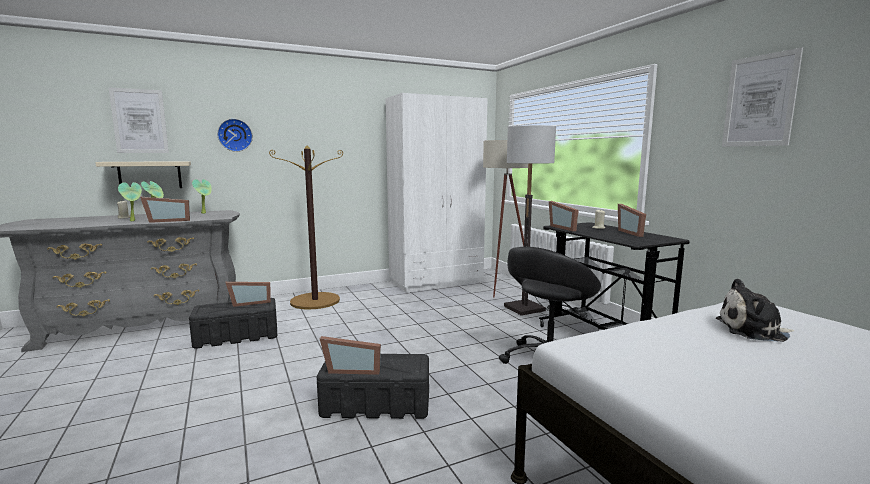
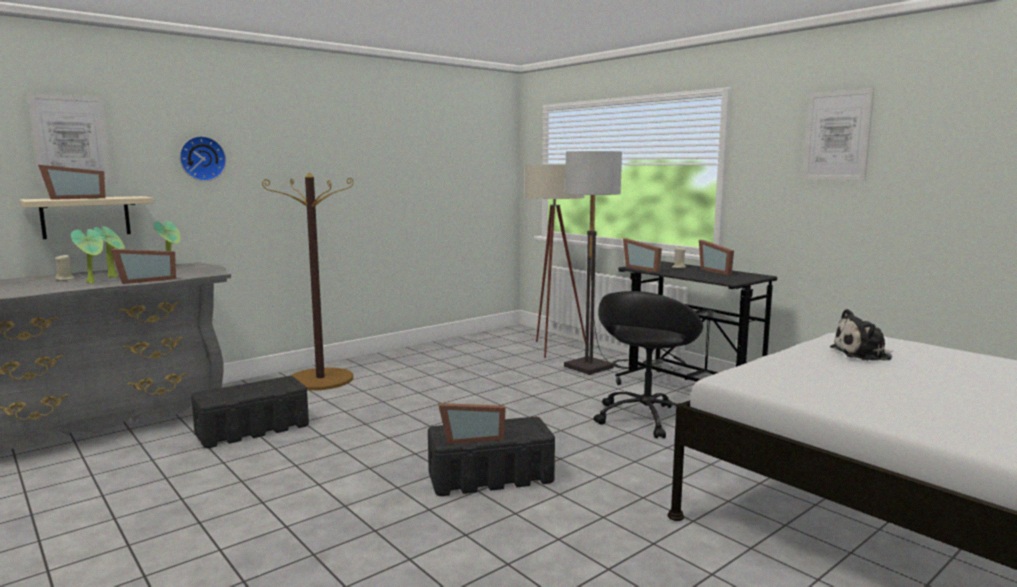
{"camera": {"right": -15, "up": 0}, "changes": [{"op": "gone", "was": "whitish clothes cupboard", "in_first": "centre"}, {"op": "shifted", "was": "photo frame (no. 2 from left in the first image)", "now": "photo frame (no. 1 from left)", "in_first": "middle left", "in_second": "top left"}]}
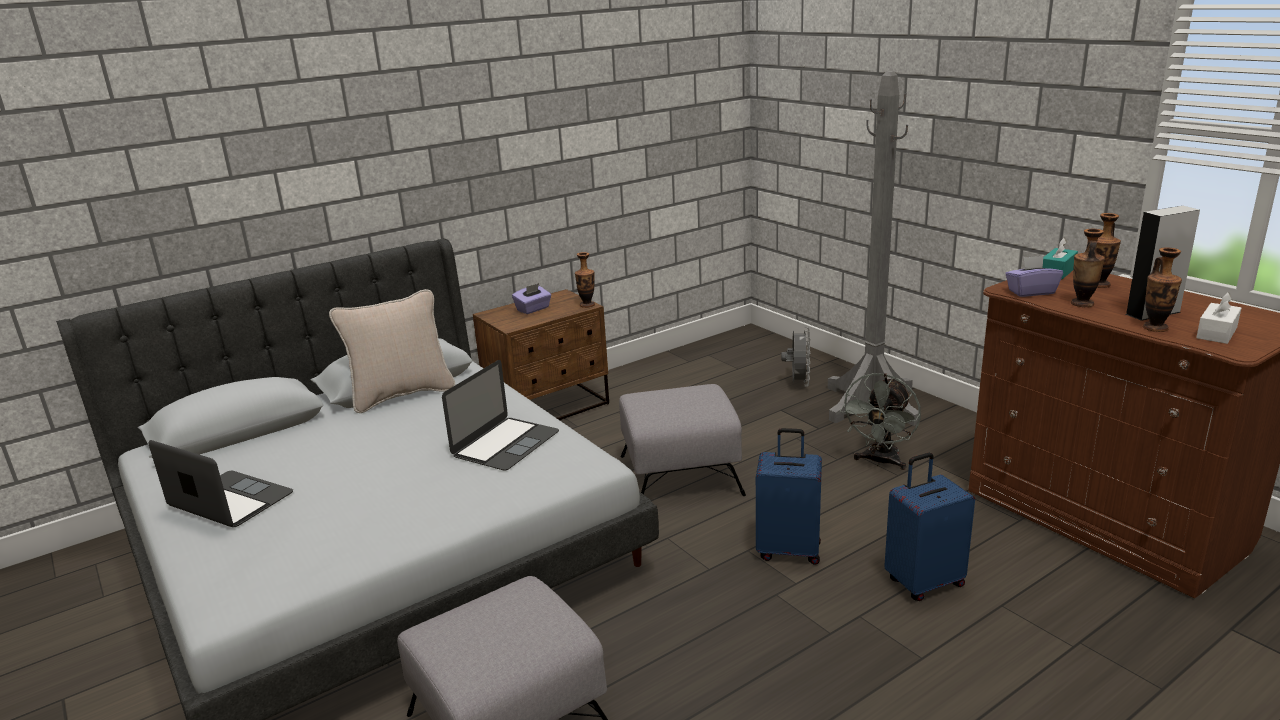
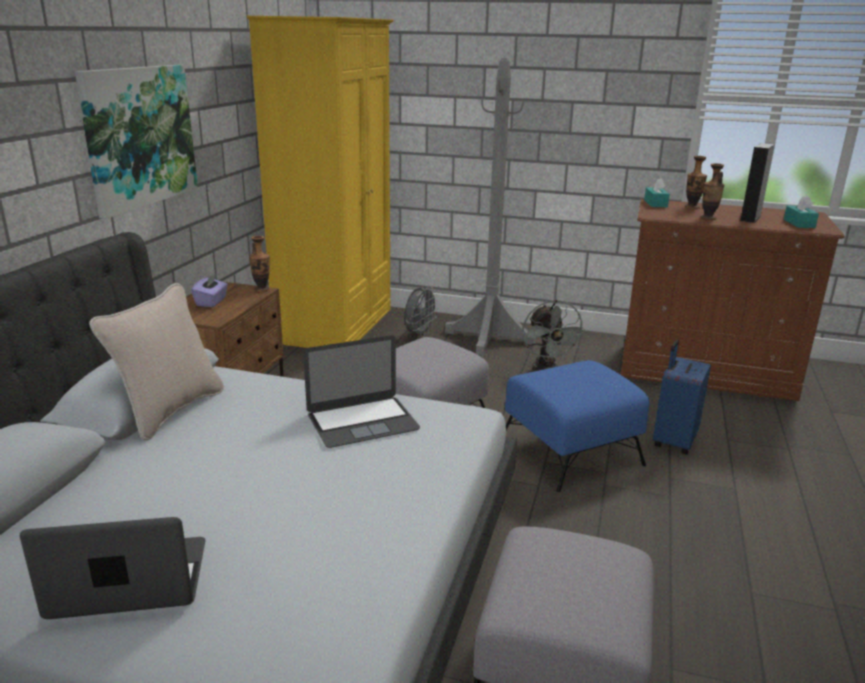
{"camera": {"right": -40, "up": 0}, "changes": [{"op": "gone", "was": "purple-coloured tissue box (no. 2 from left)", "in_first": "middle right"}, {"op": "gone", "was": "decorative vase (no. 4 from left)", "in_first": "middle right"}, {"op": "new", "now": "wall picture", "in_second": "top left"}, {"op": "new", "now": "yellow clothes cupboard", "in_second": "top centre"}, {"op": "swapped", "was": "blue suitcase (no. 1 from left)", "now": "blue ottoman", "in_first": "bottom centre", "in_second": "middle right"}, {"op": "repainted", "was": "whitish tissue box", "now": "turquoise tissue box (no. 2 from left)", "in_first": "middle right", "in_second": "top right"}, {"op": "rotated", "was": "notebook computer (no. 2 from left)", "in_first": "centre", "in_second": "centre", "clockwise": 75}, {"op": "rotated", "was": "gray fan (no. 1 from left)", "in_first": "centre", "in_second": "centre", "clockwise": 60}]}
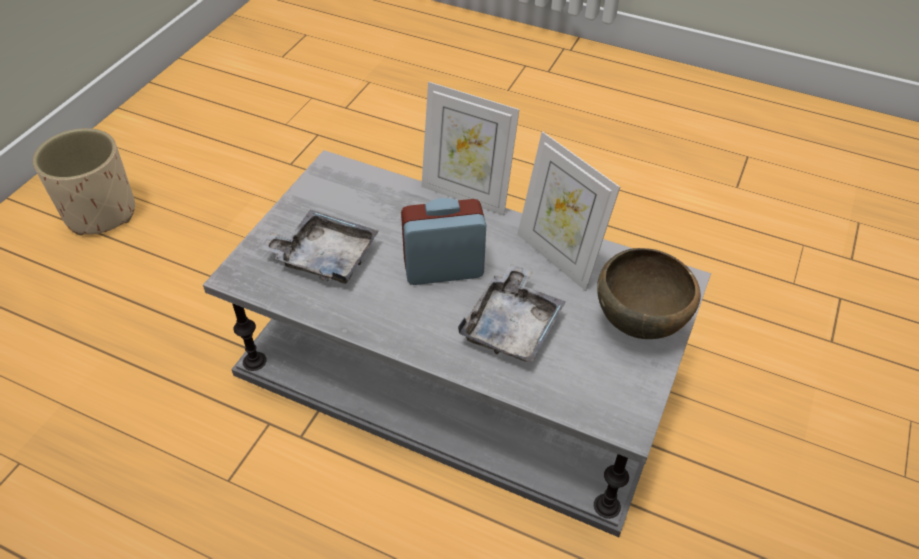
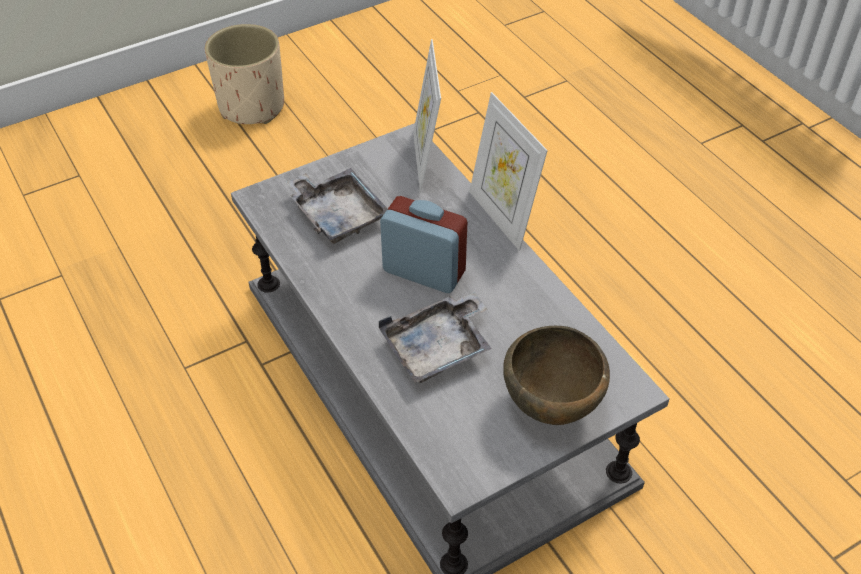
{"camera": {"right": 35, "up": 0}, "changes": [{"op": "shifted", "was": "photo frame (no. 2 from left in the first image)", "now": "photo frame (no. 1 from left)", "in_first": "centre", "in_second": "top centre"}]}
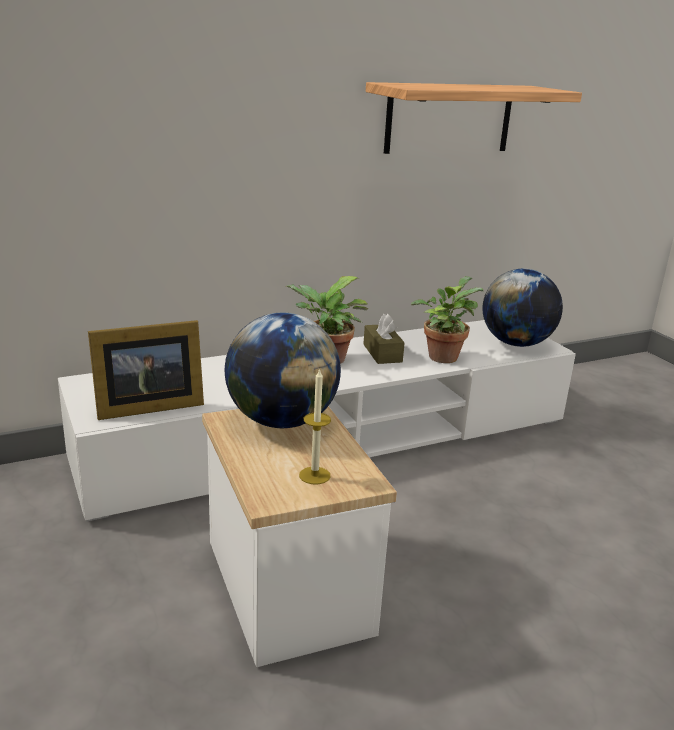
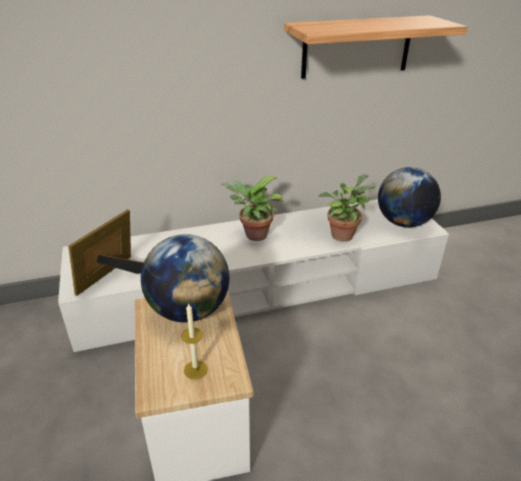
{"camera": {"right": 10, "up": 10}, "changes": [{"op": "gone", "was": "brownish tissue box", "in_first": "centre"}, {"op": "rotated", "was": "photo frame", "in_first": "middle left", "in_second": "middle left", "clockwise": 135}]}
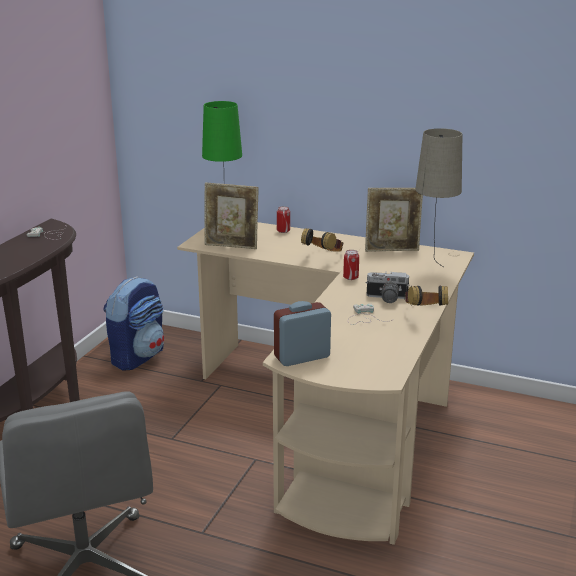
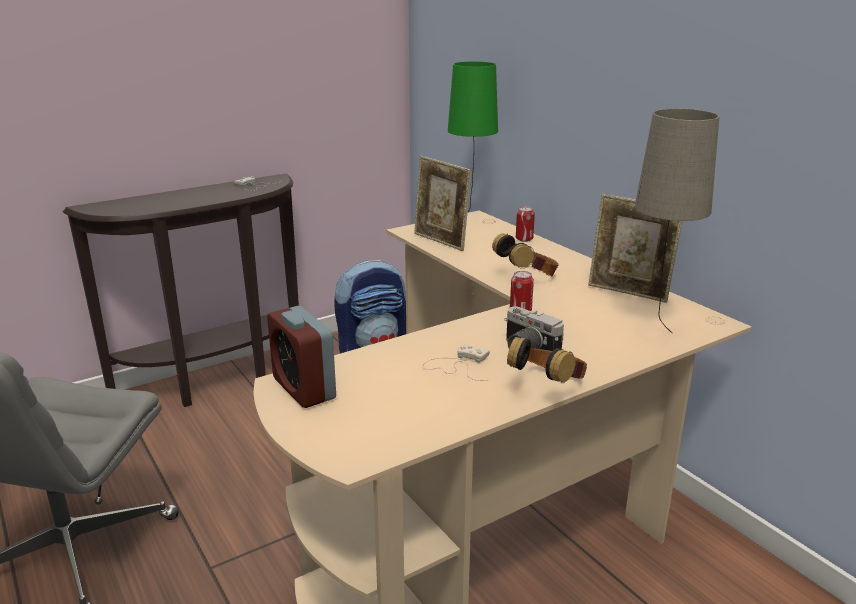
{"camera": {"right": 35, "up": 0}, "changes": [{"op": "rotated", "was": "bedside clock", "in_first": "centre", "in_second": "centre", "clockwise": -135}]}
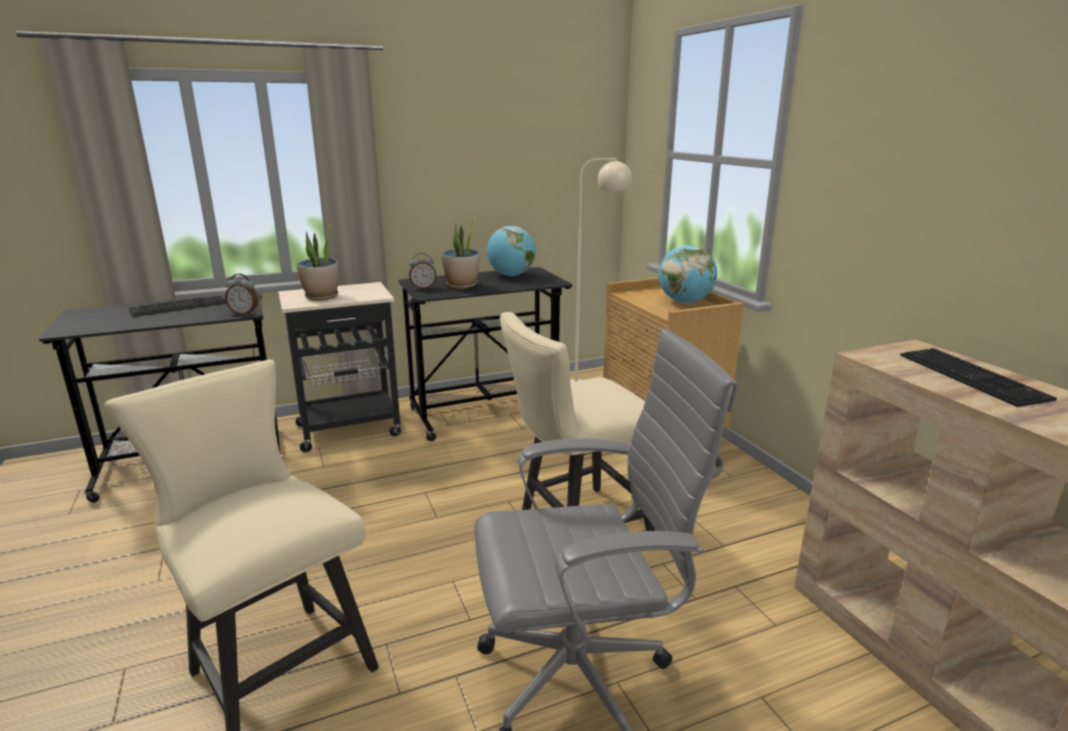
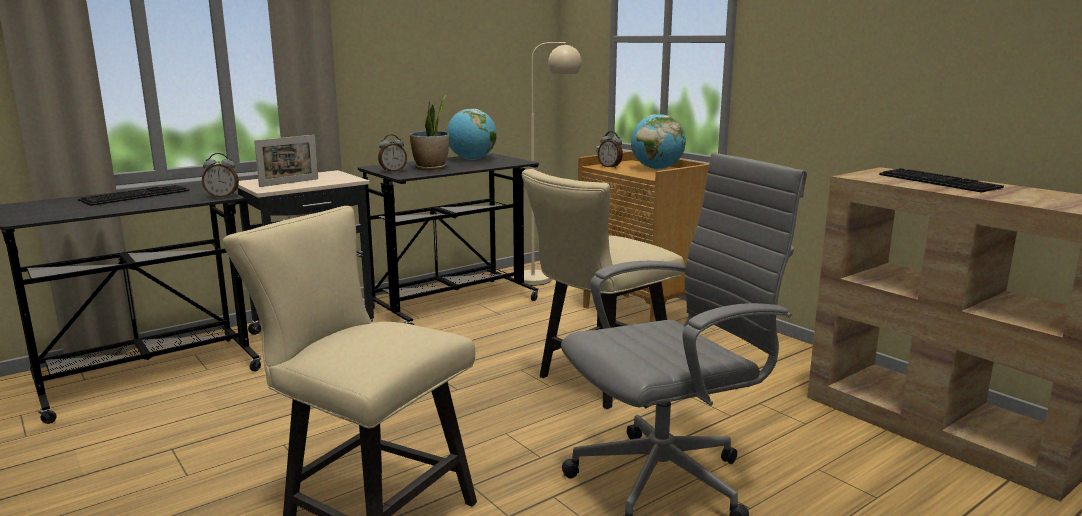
{"camera": {"right": -15, "up": -5}, "changes": [{"op": "new", "now": "bedside clock (no. 3 from left)", "in_second": "top centre"}, {"op": "swapped", "was": "plant in a pot (no. 1 from left)", "now": "photo frame", "in_first": "middle left", "in_second": "top left"}]}
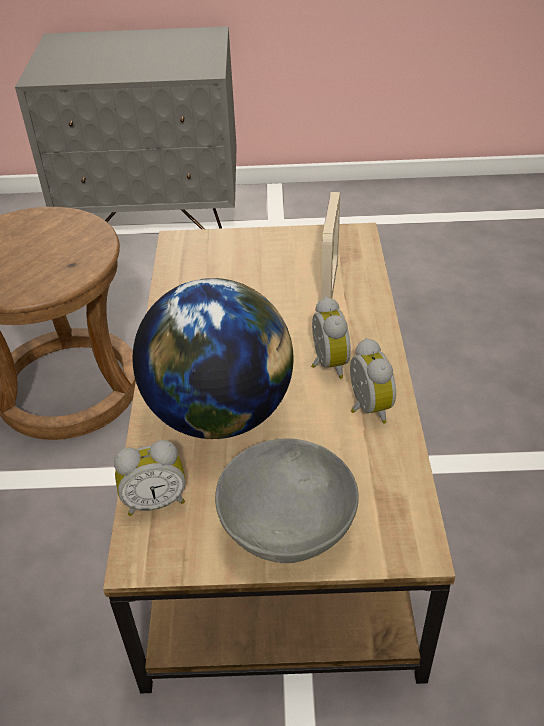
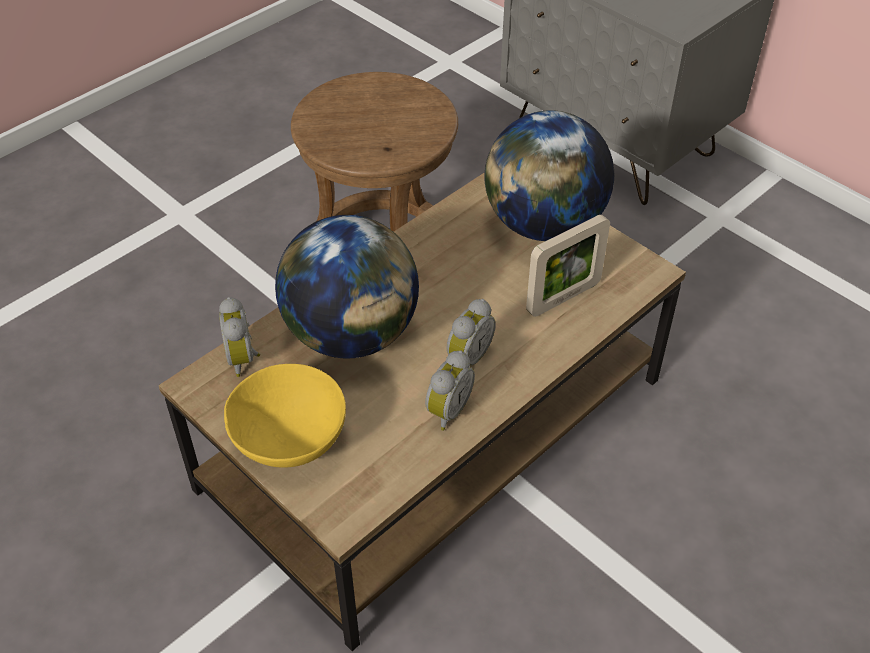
{"camera": {"right": 45, "up": 5}, "changes": [{"op": "new", "now": "desk globe (no. 2 from left)", "in_second": "top centre"}, {"op": "repainted", "was": "gray serving bowl", "now": "yellow serving bowl", "in_first": "bottom centre", "in_second": "middle left"}, {"op": "rotated", "was": "bedside clock (no. 1 from left)", "in_first": "middle left", "in_second": "middle left", "clockwise": 45}]}
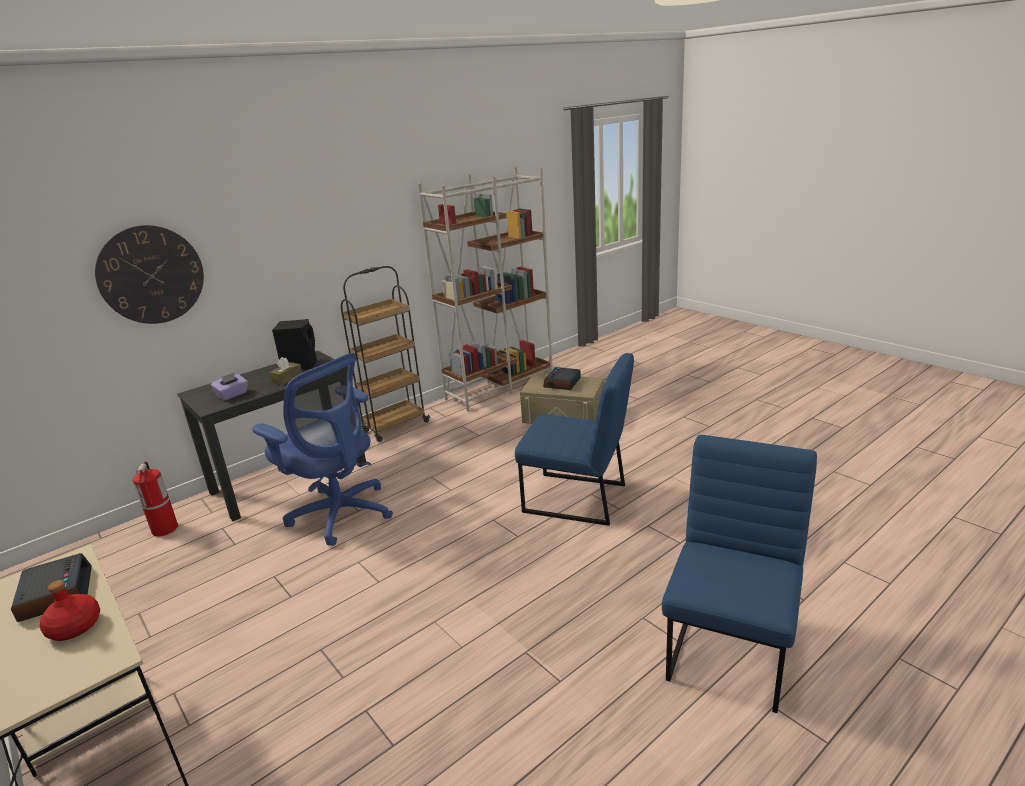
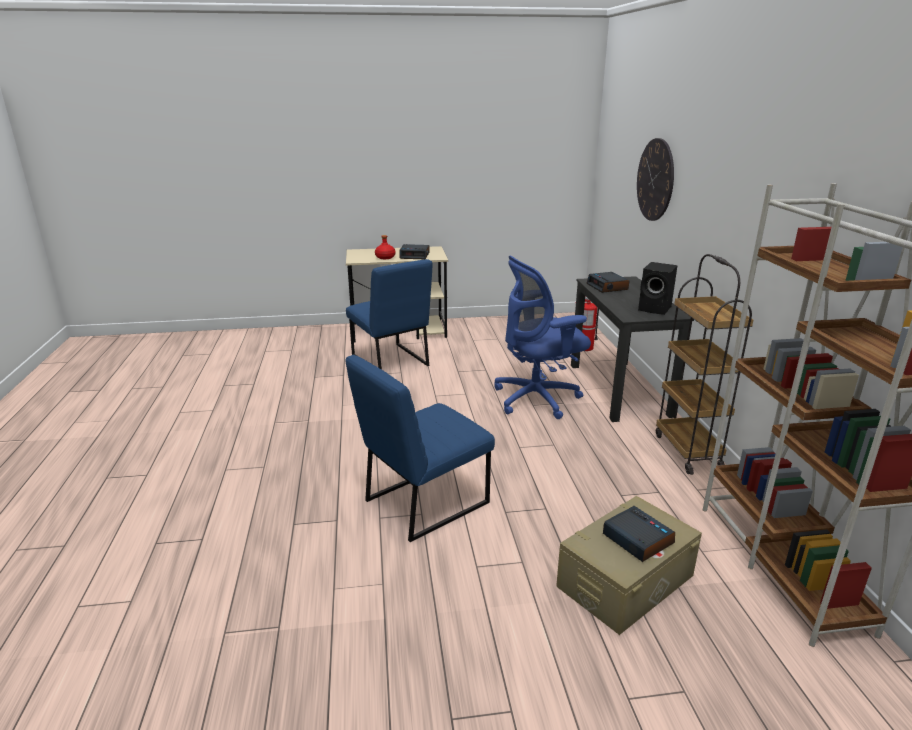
{"camera": {"right": 120, "up": 0}, "changes": [{"op": "gone", "was": "brownish tissue box", "in_first": "middle left"}, {"op": "shifted", "was": "blue upright chair (no. 2 from left in the first image)", "now": "blue upright chair (no. 1 from left)", "in_first": "bottom right", "in_second": "centre"}, {"op": "swapped", "was": "purple-coloured tissue box", "now": "bedside clock (no. 2 from left)", "in_first": "middle left", "in_second": "middle right"}]}
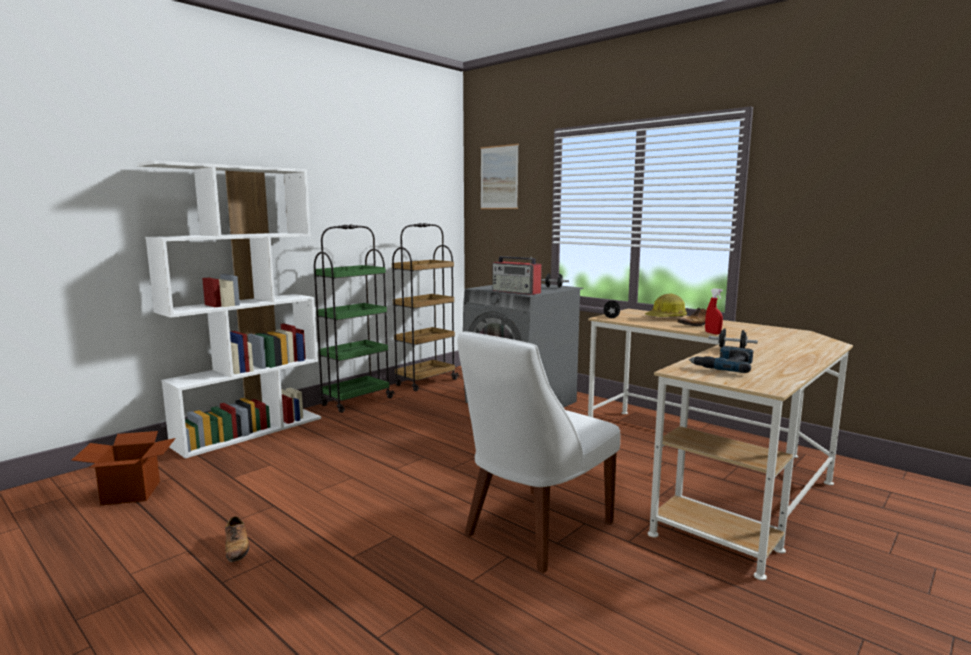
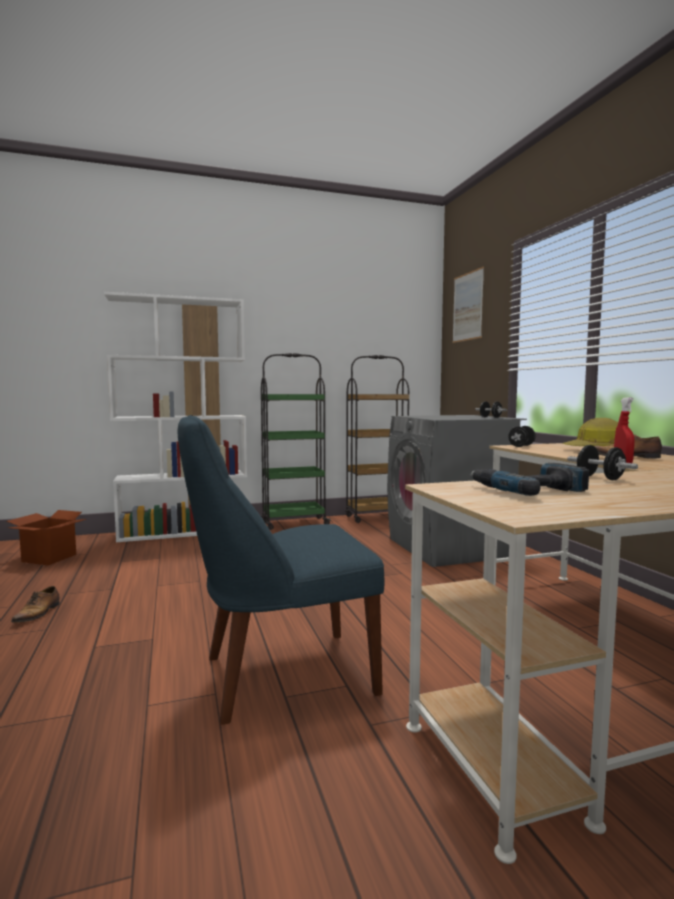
{"camera": {"right": 30, "up": -5}, "changes": [{"op": "gone", "was": "radio", "in_first": "centre"}, {"op": "repainted", "was": "whitish upright chair", "now": "blue upright chair", "in_first": "bottom centre", "in_second": "centre"}]}
